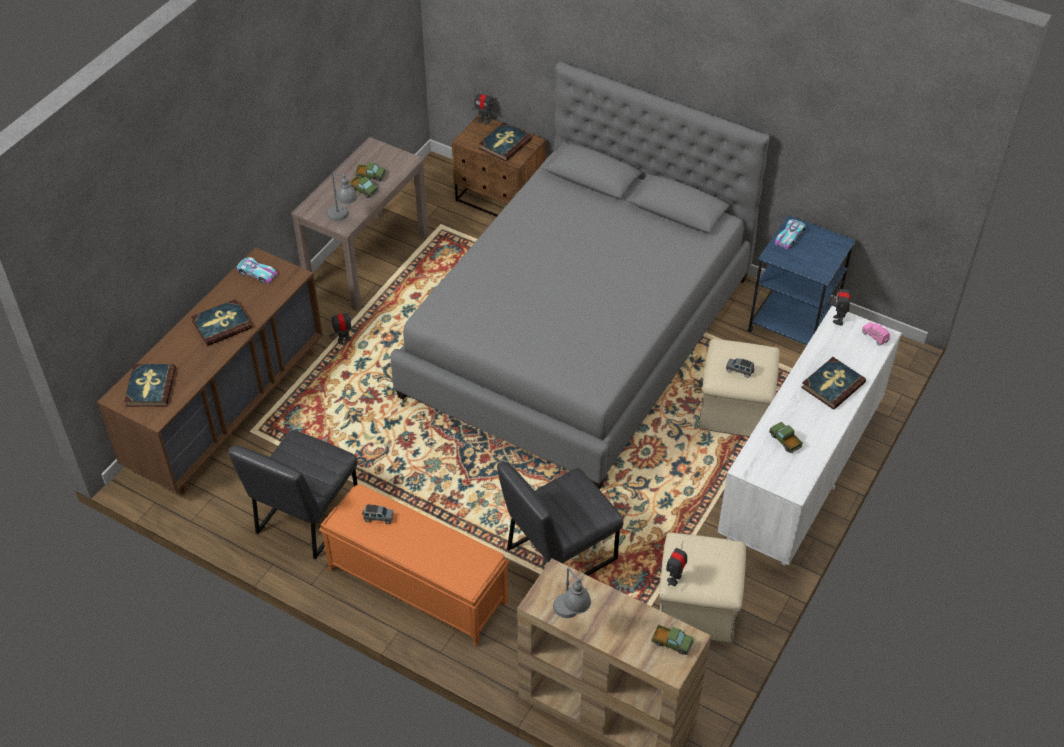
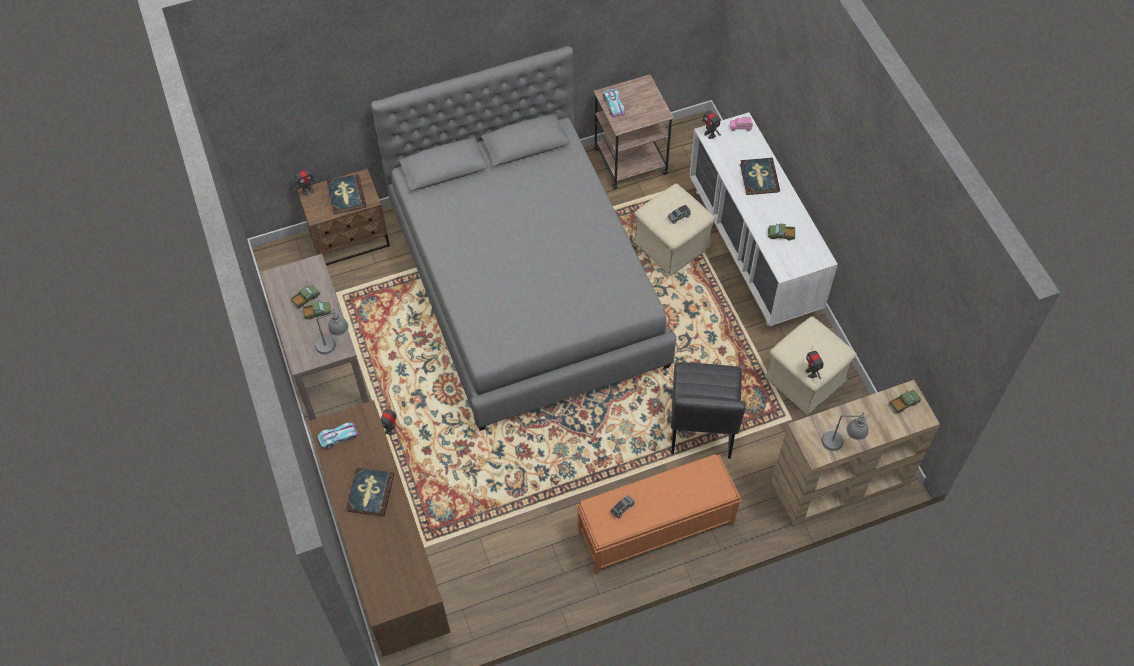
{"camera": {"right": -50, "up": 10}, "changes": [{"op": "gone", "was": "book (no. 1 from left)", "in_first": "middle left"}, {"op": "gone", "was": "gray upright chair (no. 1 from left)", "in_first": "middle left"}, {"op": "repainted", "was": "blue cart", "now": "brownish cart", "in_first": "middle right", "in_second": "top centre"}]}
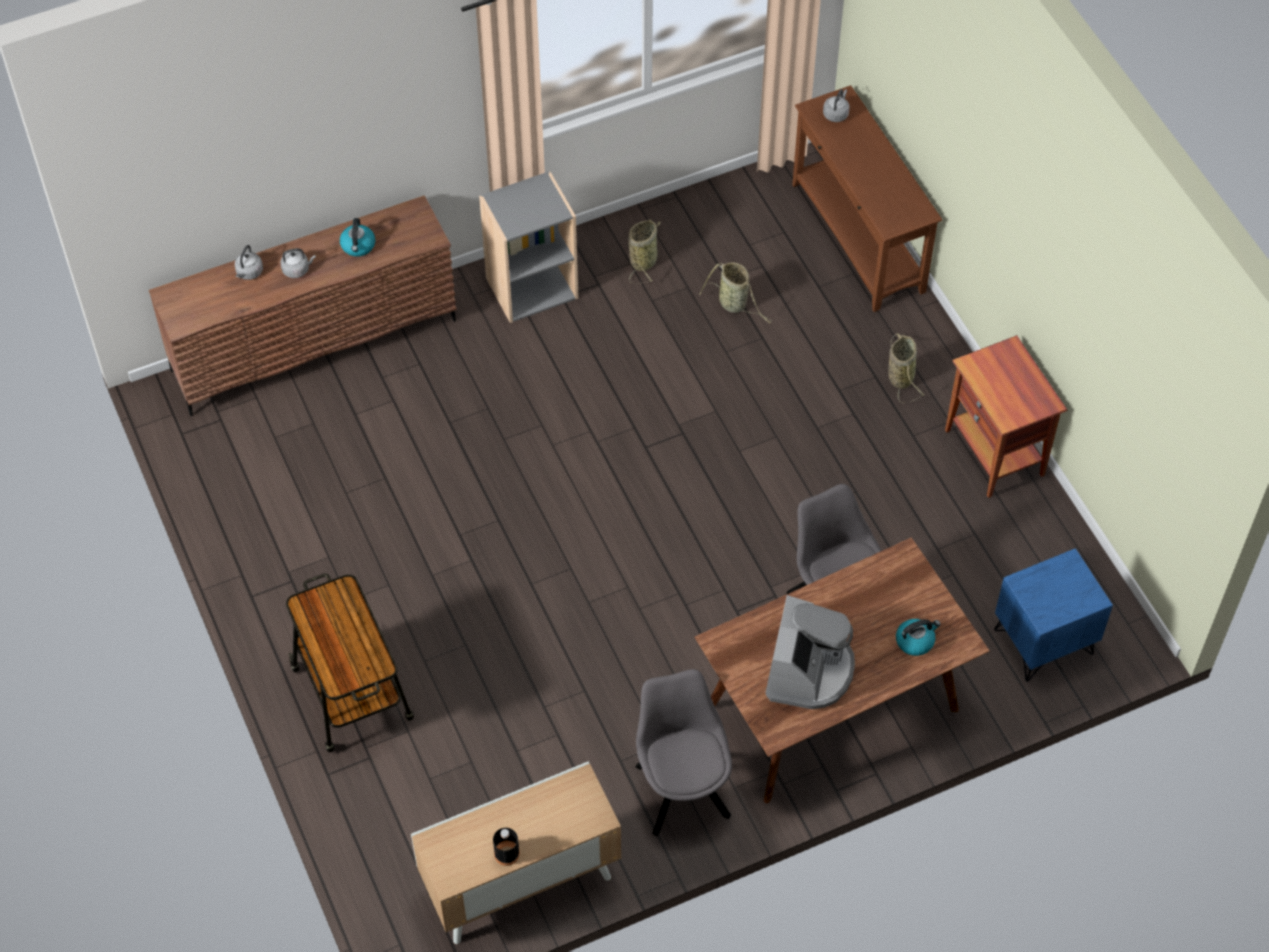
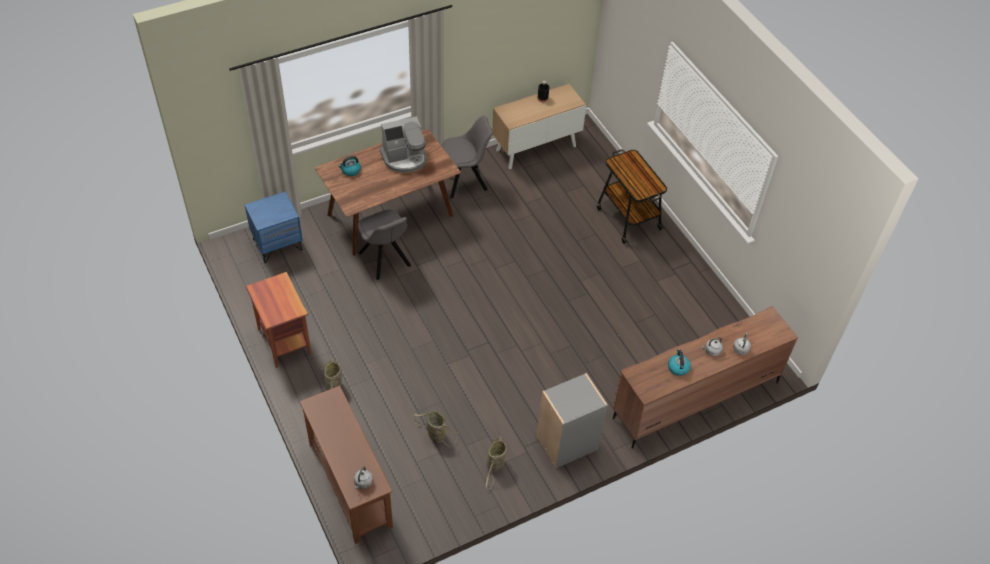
{"camera": {"right": 175, "up": -5}, "changes": [{"op": "rotated", "was": "gray upright chair (no. 1 from left in the first image)", "in_first": "bottom centre", "in_second": "top centre", "clockwise": -90}, {"op": "rotated", "was": "coffee maker", "in_first": "bottom centre", "in_second": "top centre", "clockwise": -120}]}
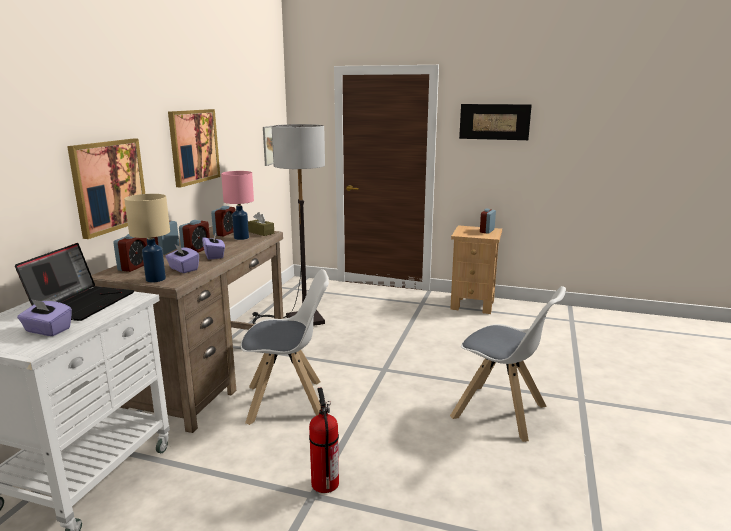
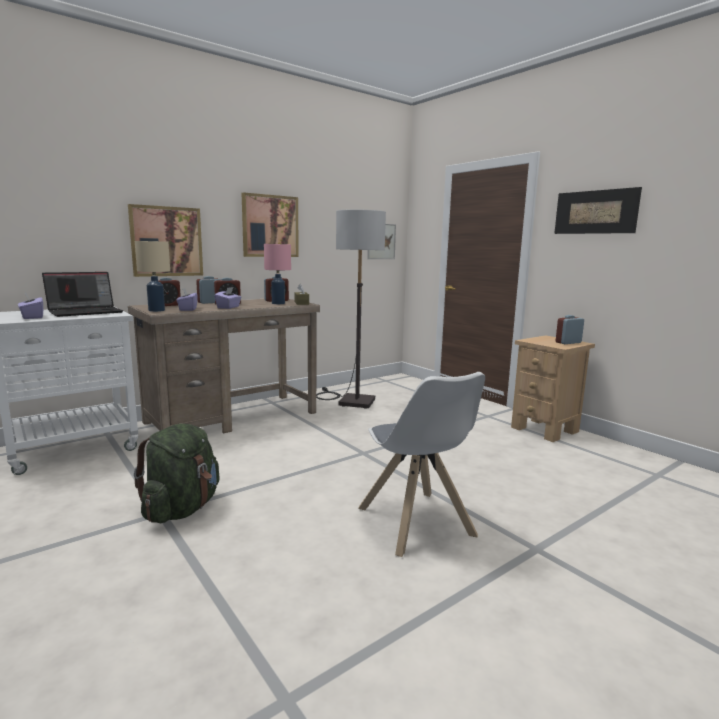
{"camera": {"right": 35, "up": -5}, "changes": [{"op": "gone", "was": "upright chair (no. 1 from left)", "in_first": "centre"}, {"op": "swapped", "was": "extinguisher", "now": "green backpack", "in_first": "bottom centre", "in_second": "middle left"}]}
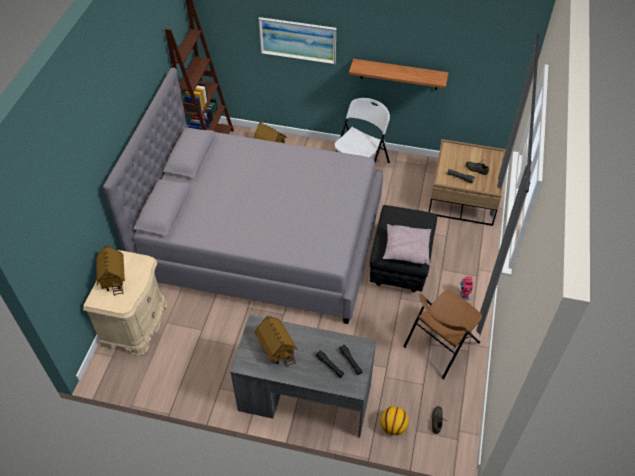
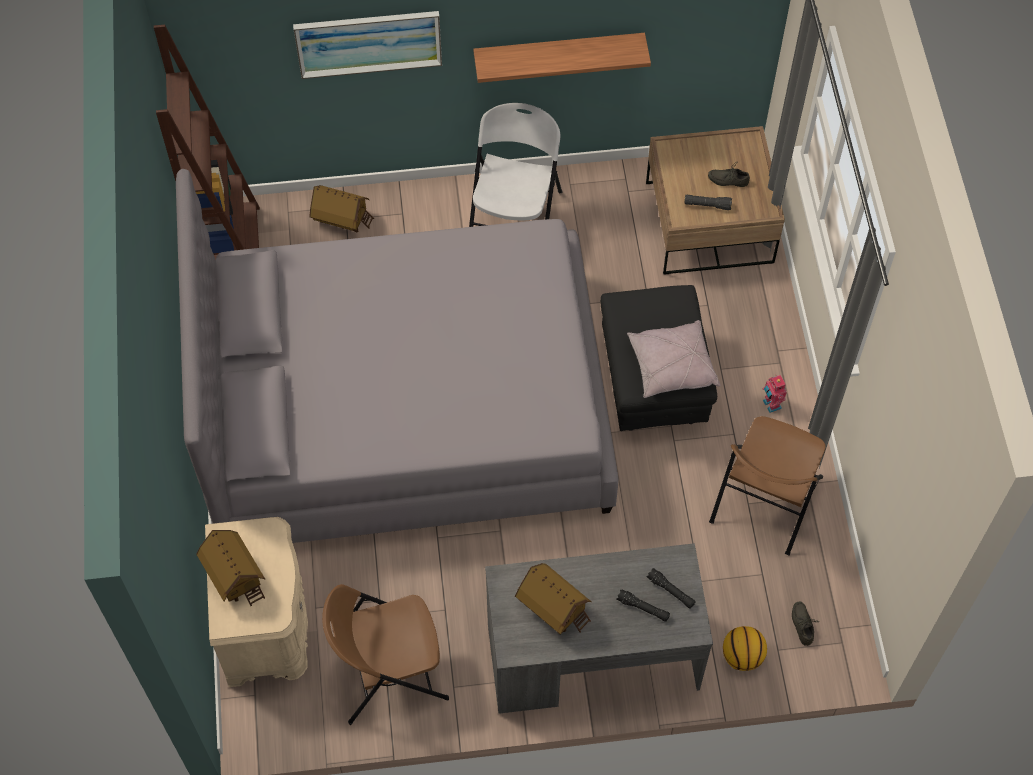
{"camera": {"right": -20, "up": 10}, "changes": [{"op": "new", "now": "brownish upright chair (no. 1 from left)", "in_second": "bottom centre"}]}
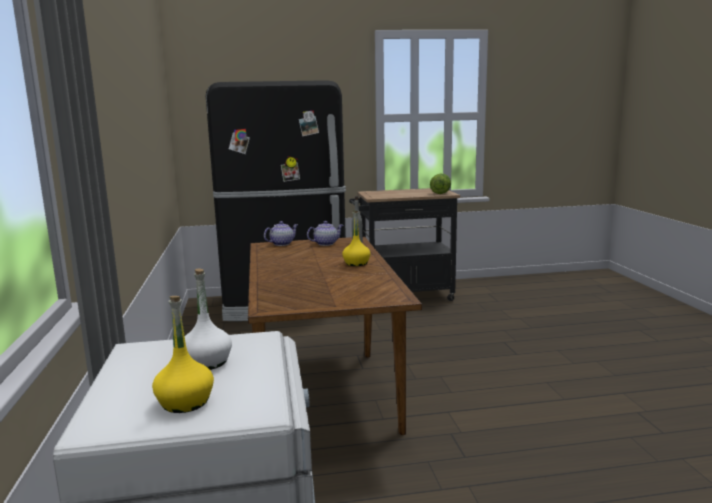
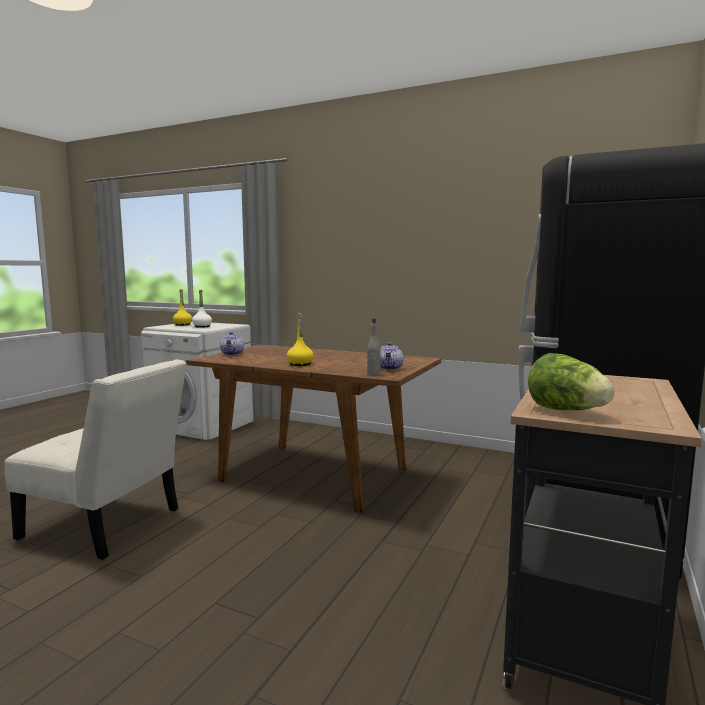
{"camera": {"right": 125, "up": -5}, "changes": [{"op": "new", "now": "whitish upright chair", "in_second": "middle left"}, {"op": "shifted", "was": "pot for tea (no. 1 from left)", "in_first": "centre", "in_second": "middle left"}]}
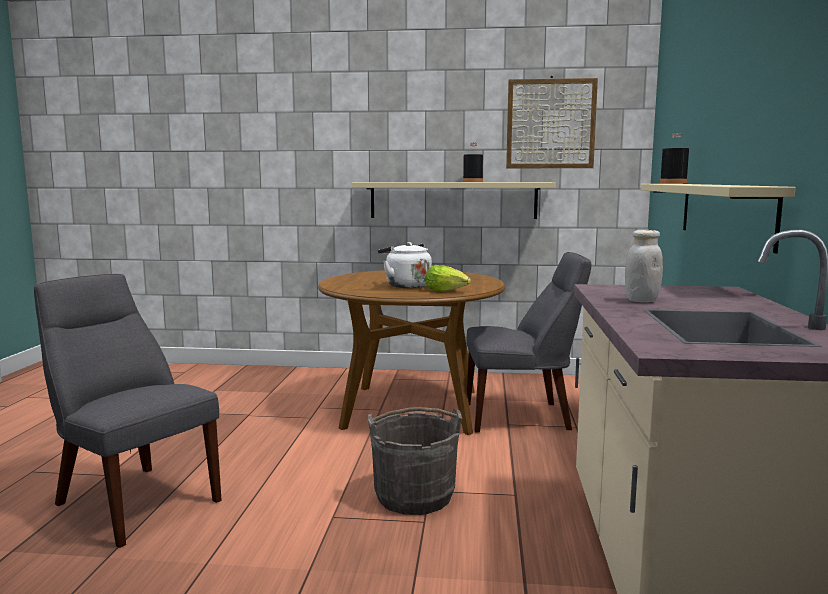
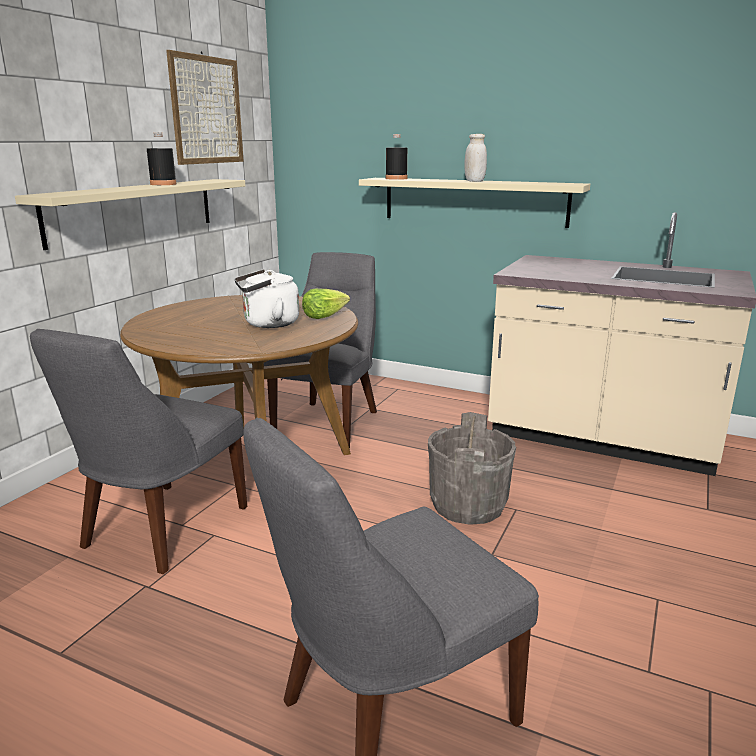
{"camera": {"right": -70, "up": 10}, "changes": [{"op": "new", "now": "gray upright chair (no. 1 from left)", "in_second": "middle left"}, {"op": "shifted", "was": "whitish storage jar", "in_first": "middle right", "in_second": "top centre"}]}
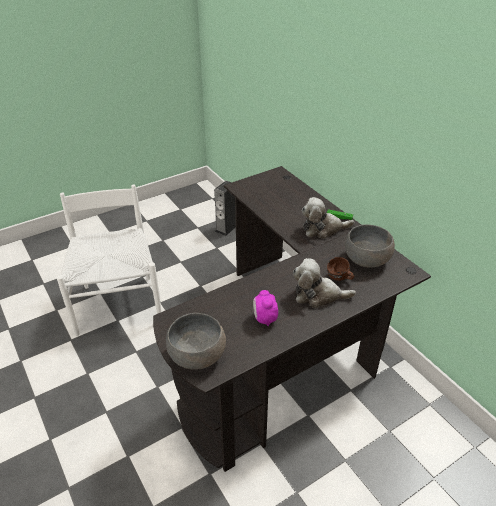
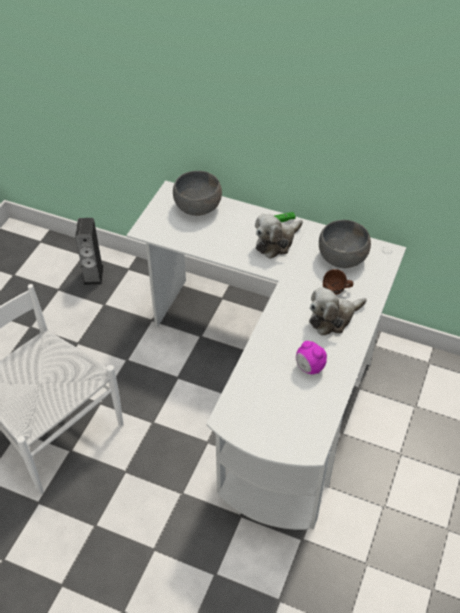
{"camera": {"right": -35, "up": 10}, "changes": [{"op": "shifted", "was": "gray serving bowl (no. 1 from left)", "in_first": "bottom centre", "in_second": "top centre"}, {"op": "repainted", "was": "black desk unit", "now": "whitish desk unit", "in_first": "centre", "in_second": "centre"}]}
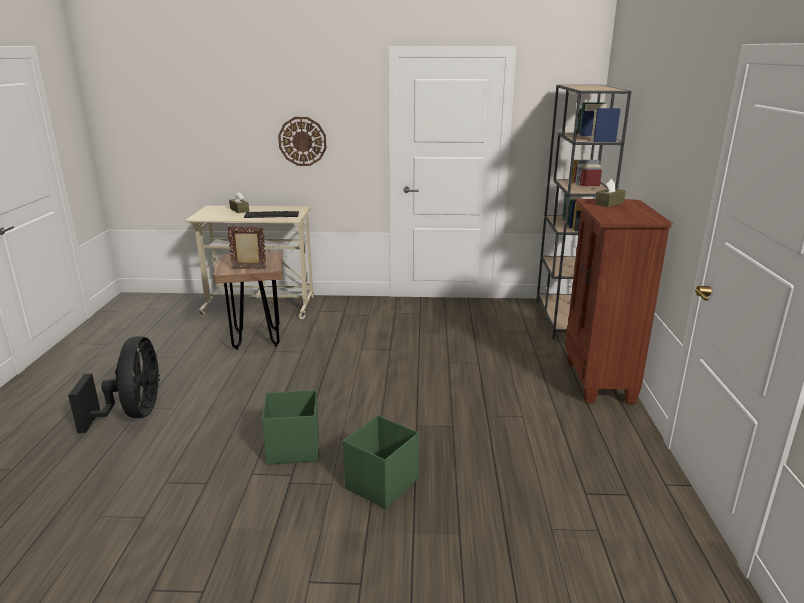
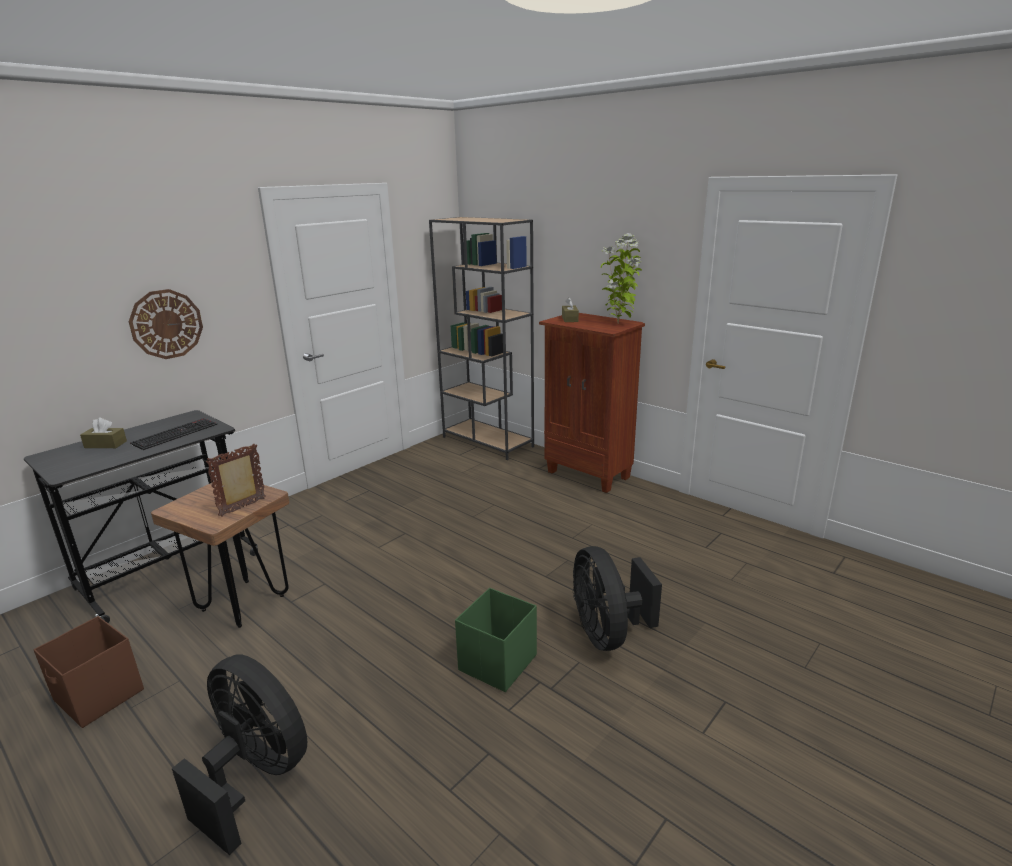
{"camera": {"right": -50, "up": 0}, "changes": [{"op": "new", "now": "brownish storage bin", "in_second": "bottom left"}, {"op": "new", "now": "plant in a pot", "in_second": "top centre"}, {"op": "swapped", "was": "green storage bin (no. 2 from left)", "now": "black fan (no. 2 from left)", "in_first": "bottom centre", "in_second": "bottom centre"}, {"op": "repainted", "was": "beige desk unit", "now": "black desk unit", "in_first": "middle left", "in_second": "middle left"}]}
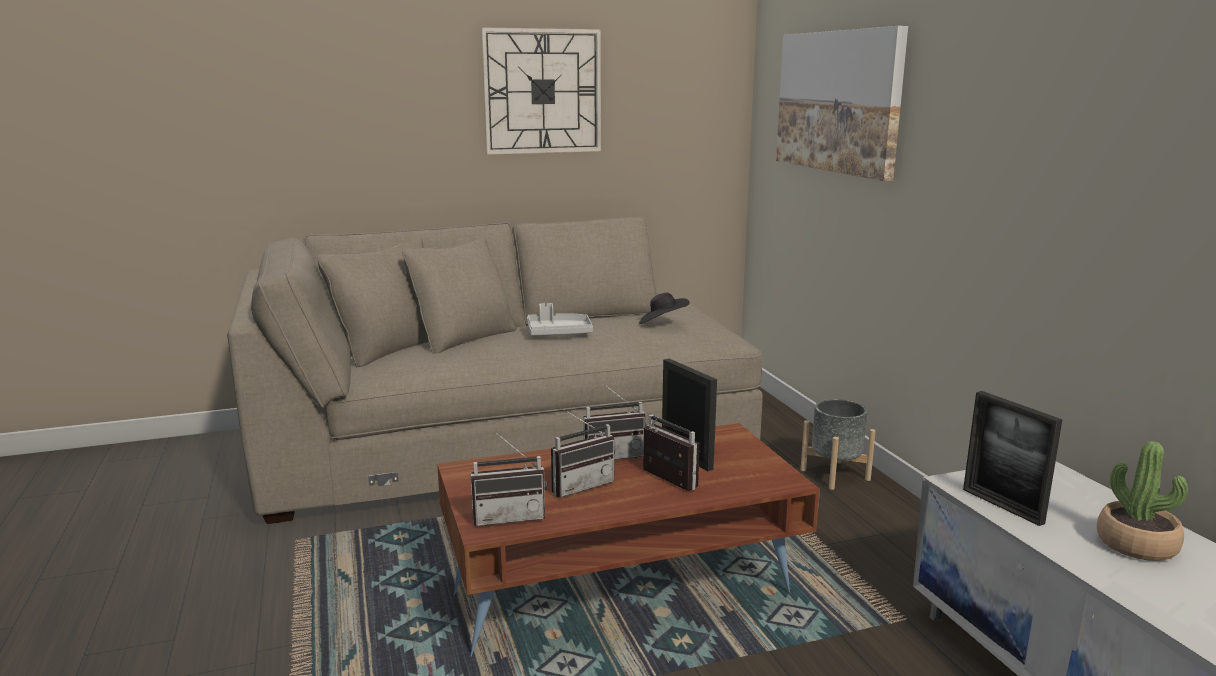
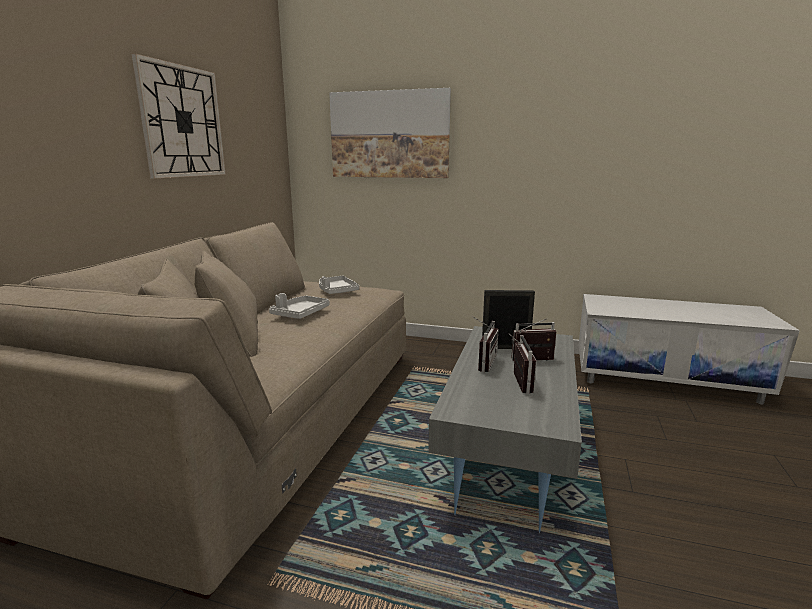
{"camera": {"right": -55, "up": 0}, "changes": [{"op": "gone", "was": "radio (no. 1 from left)", "in_first": "bottom centre"}, {"op": "gone", "was": "gray plant pot", "in_first": "middle right"}, {"op": "gone", "was": "photo frame (no. 2 from left)", "in_first": "bottom right"}, {"op": "gone", "was": "plant in a pot", "in_first": "bottom right"}, {"op": "swapped", "was": "black wearable hat", "now": "gray tray (no. 2 from left)", "in_first": "centre", "in_second": "centre"}, {"op": "repainted", "was": "brownish coffee table", "now": "gray coffee table", "in_first": "bottom centre", "in_second": "bottom centre"}]}
